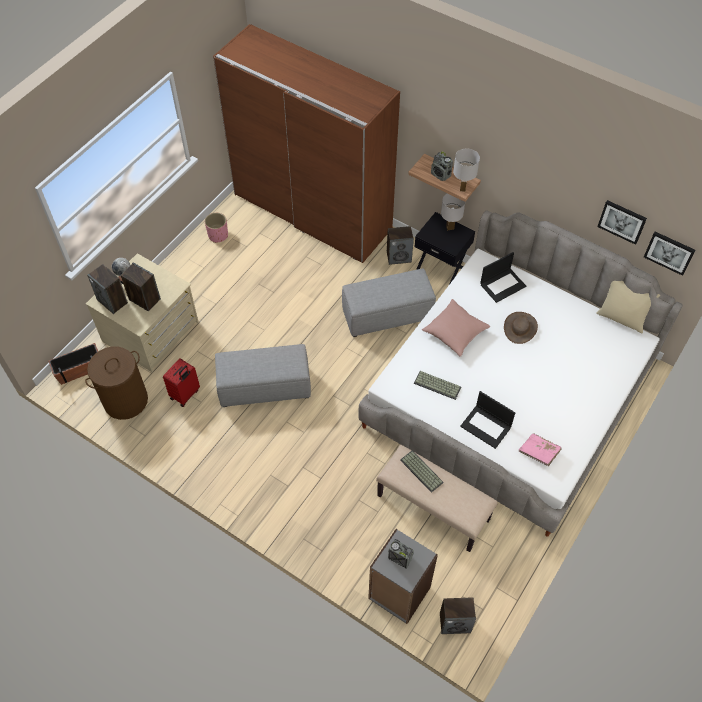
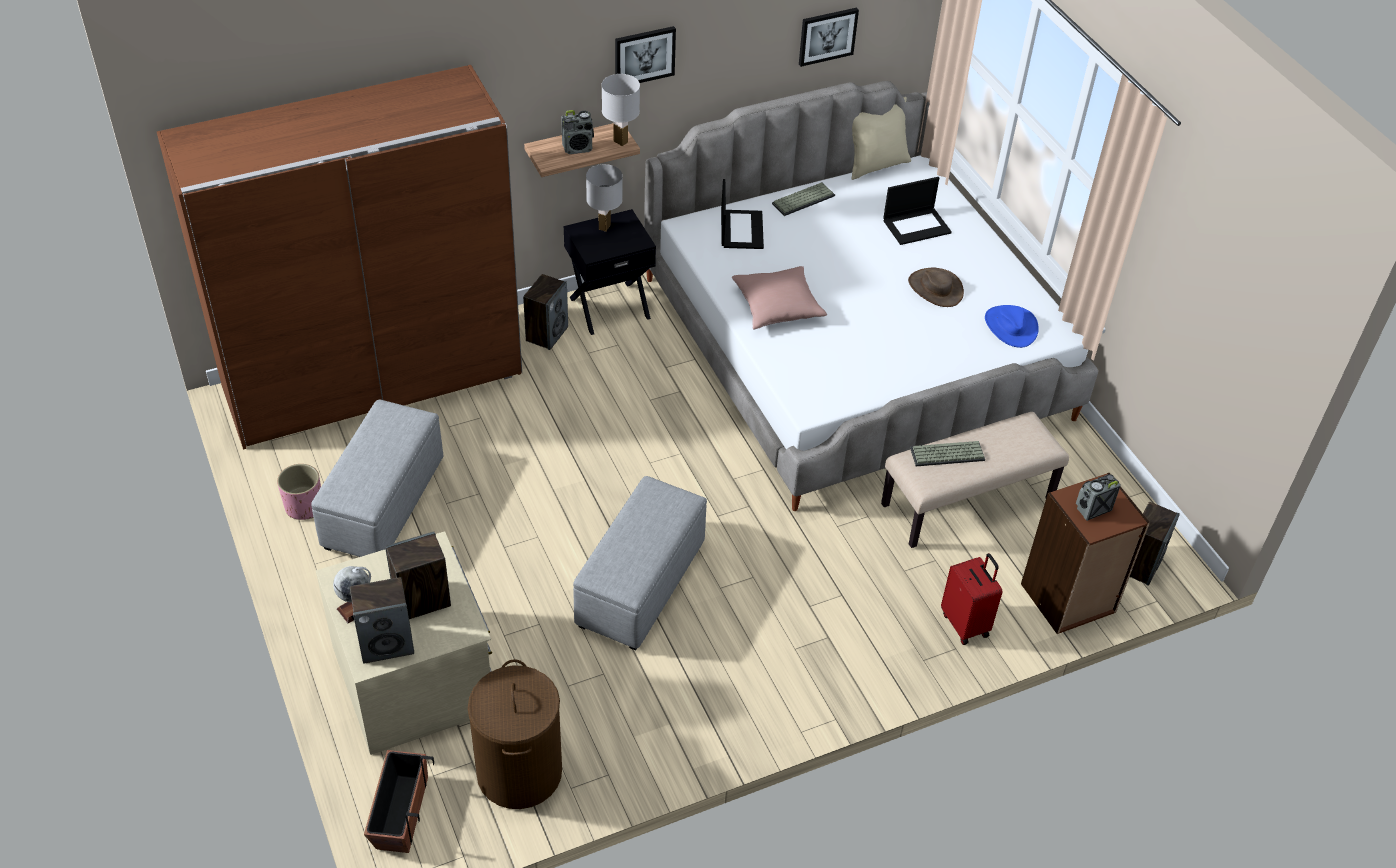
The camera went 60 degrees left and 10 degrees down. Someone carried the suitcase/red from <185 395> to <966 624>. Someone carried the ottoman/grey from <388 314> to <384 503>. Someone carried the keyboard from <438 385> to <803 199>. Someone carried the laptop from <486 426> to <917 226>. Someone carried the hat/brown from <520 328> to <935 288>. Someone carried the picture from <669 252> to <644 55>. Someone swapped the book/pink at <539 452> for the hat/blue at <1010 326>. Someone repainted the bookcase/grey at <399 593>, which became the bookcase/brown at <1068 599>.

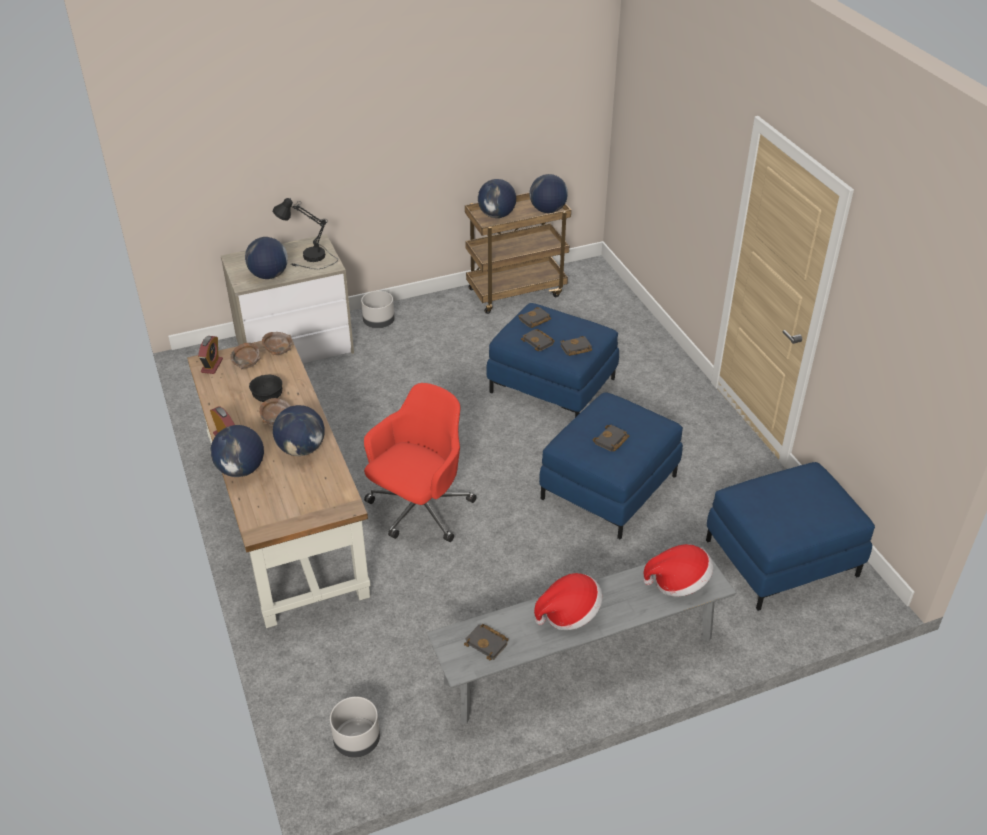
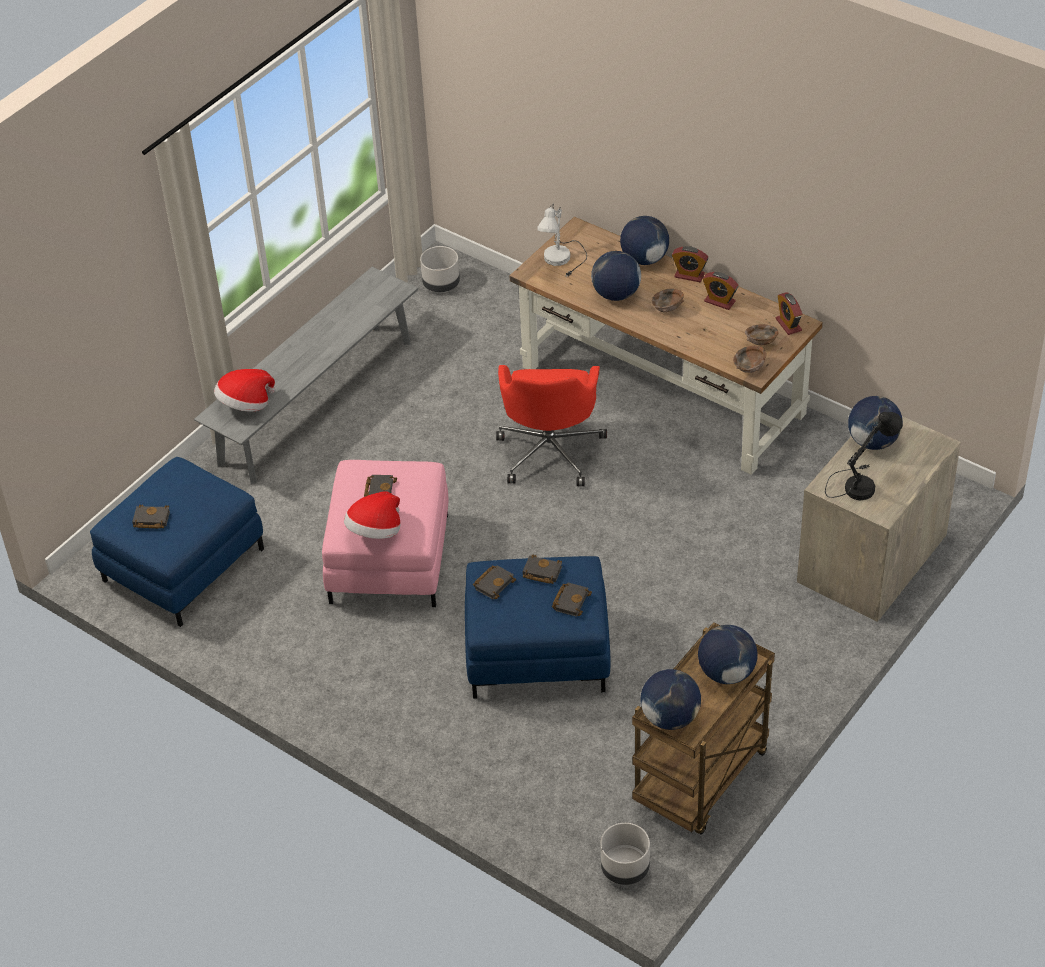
The camera went 150 degrees right and 5 degrees up. Someone took away the bowl/black at <268 396>. Someone put down the table lamp/white at <563 262>. Someone put down the alarm clock at <719 301>. Someone carried the planter/grey from <379 323> to <624 868>. Someone carried the book/black from <488 643> to <150 520>. Someone carried the hat from <569 613> to <375 532>. Someone repainted the ottoman/blue at <609 487>, which became the ottoman/pink at <389 558>.

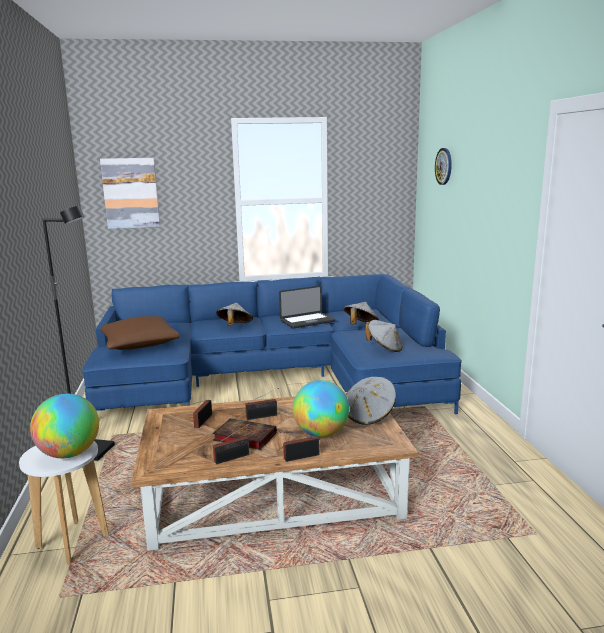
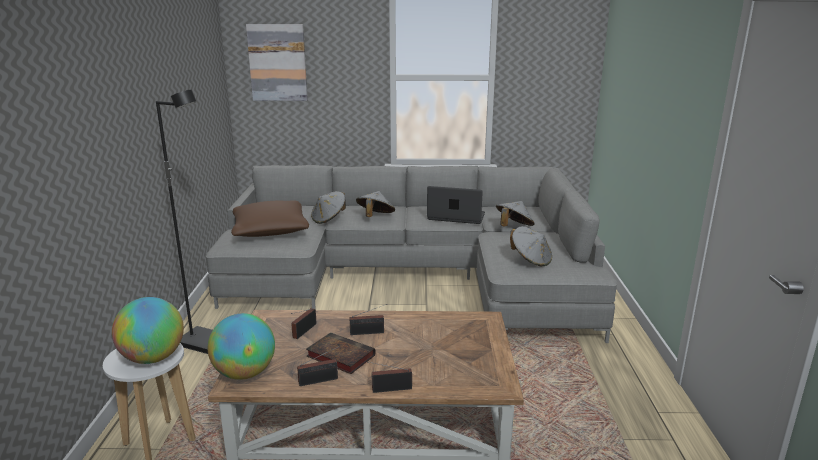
The camera went 10 degrees right and 5 degrees up. Someone took away the wall clock at <444 166>. Someone carried the globe from <321 434> to <245 373>. Someone carried the hat/grey from <369 415> to <329 219>. Someone repainted the sofa/blue at <275 378>, which became the sofa/grey at <415 276>. Someone rotated the laptop at <307 321> by 150 degrees counterclockwise.

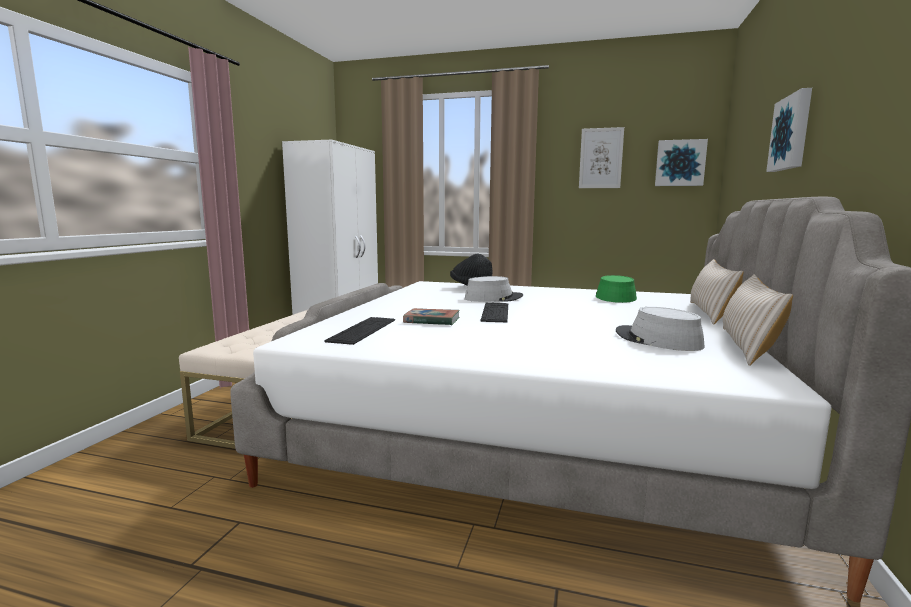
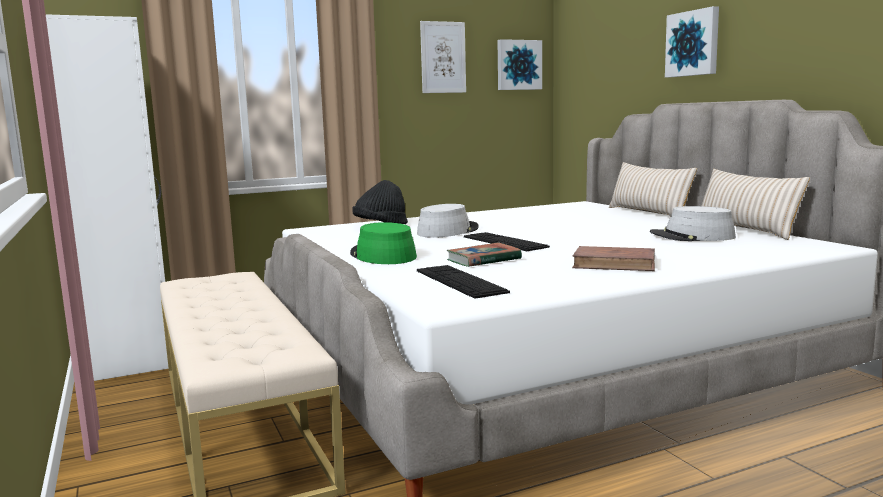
The camera went 40 degrees left and 0 degrees up. Someone put down the book/brown at <614 264>. Someone carried the hat/green from <614 297> to <382 255>.

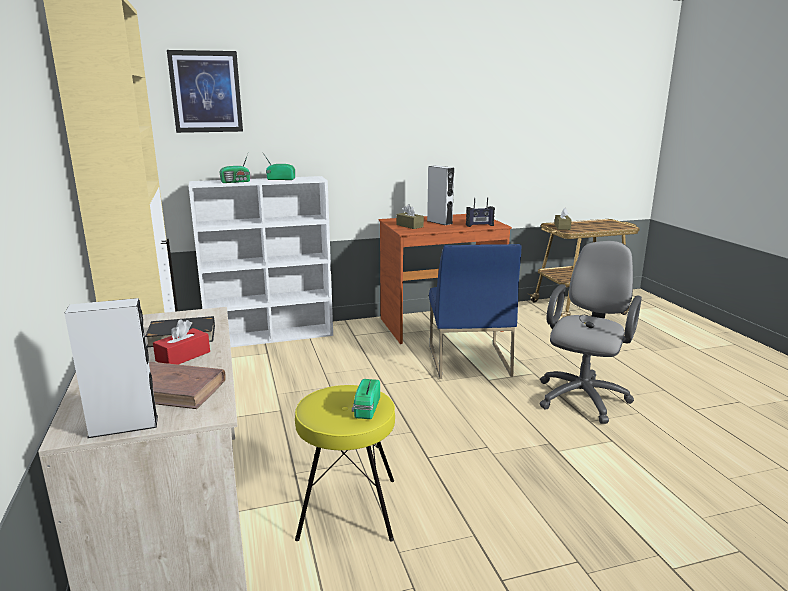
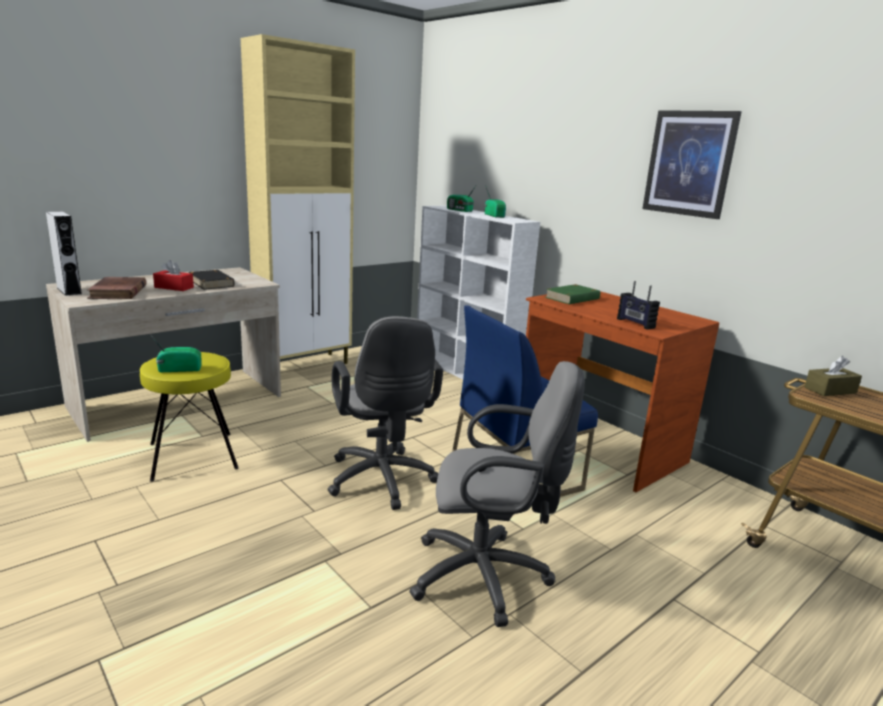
The camera went 65 degrees right and 0 degrees up. Someone took away the speaker/grey at <439 222>. Someone put down the office chair/grey at <382 482>. Someone carried the picture from <206 92> to <689 163>. Someone swapped the tissue box/brown at <409 226> for the book/green at <572 298>.

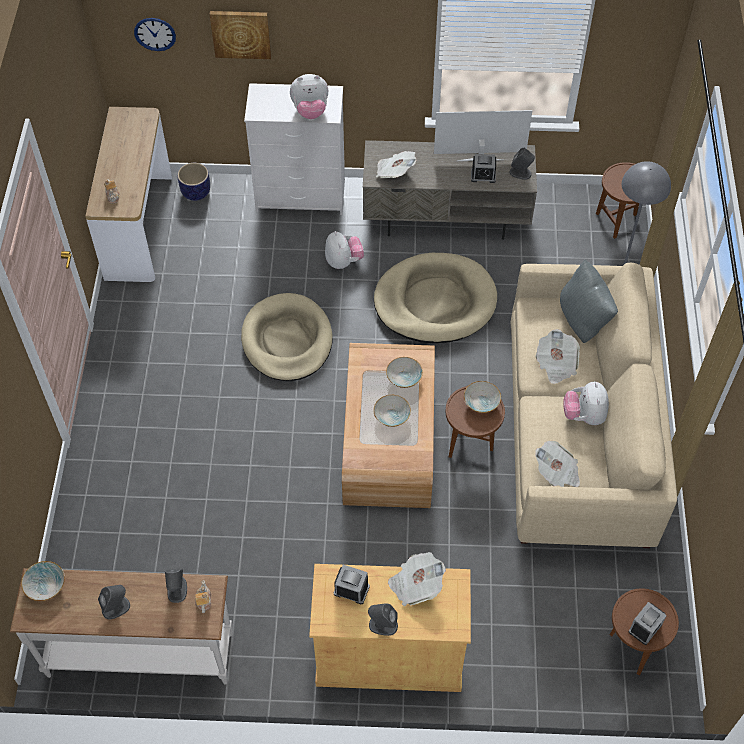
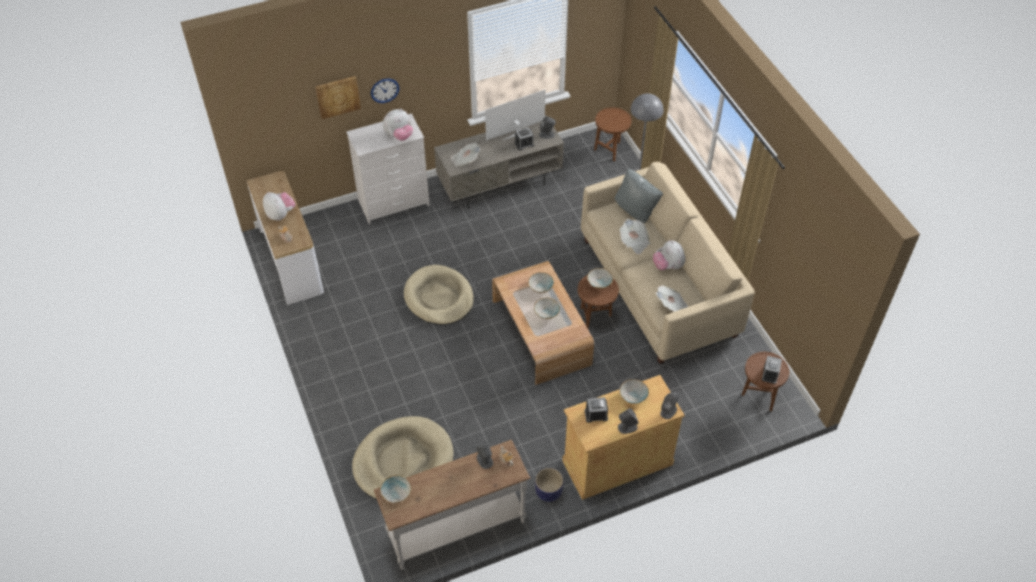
The camera went 25 degrees left and 5 degrees down. Someone carried the speaker/grey from <116 607> to <668 411>. Someone carried the wall clock from <155 34> to <384 90>. Someone carried the planter from <195 193> to <548 492>. Someone carried the plush toy from <343 261> to <281 214>. Someone carried the dog bed/beige from <435 302> to <403 462>. Someone swapped the newspaper at <415 585> for the bowl at <633 396>.

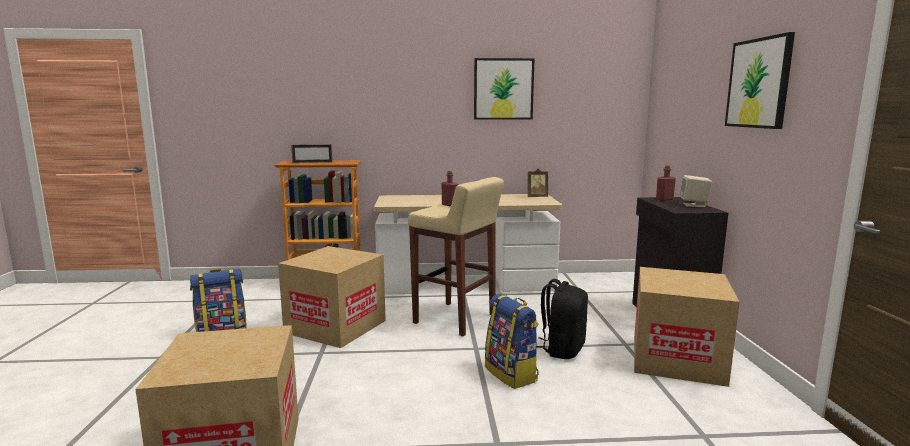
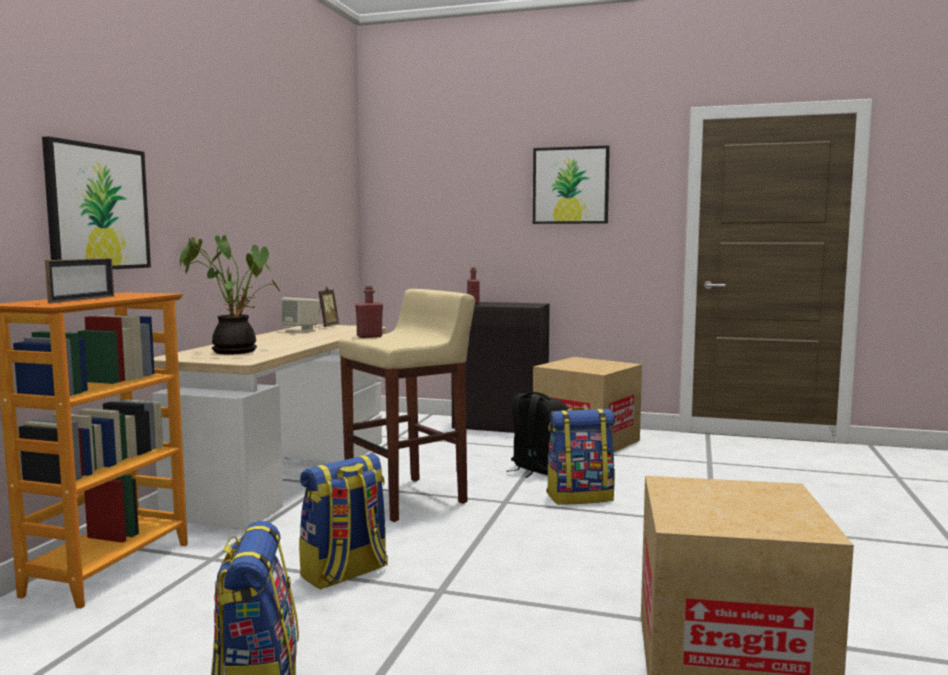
The camera went 70 degrees left and 5 degrees down. Someone put down the potted plant at <235 351>. Someone carried the picture from <503 89> to <97 207>. Someone carried the speaker/beige from <694 205> to <301 331>. Someone swapped the cardboard box at <335 326> for the backpack at <345 573>.

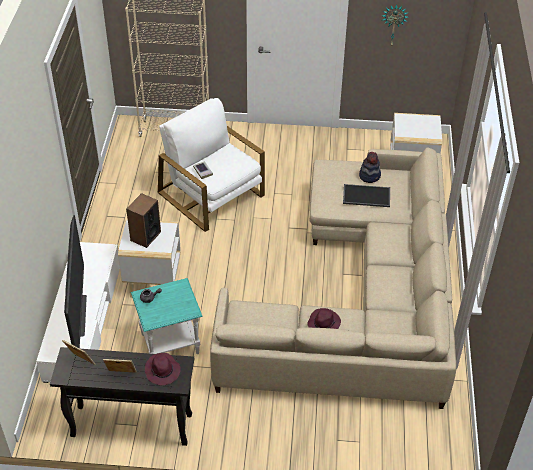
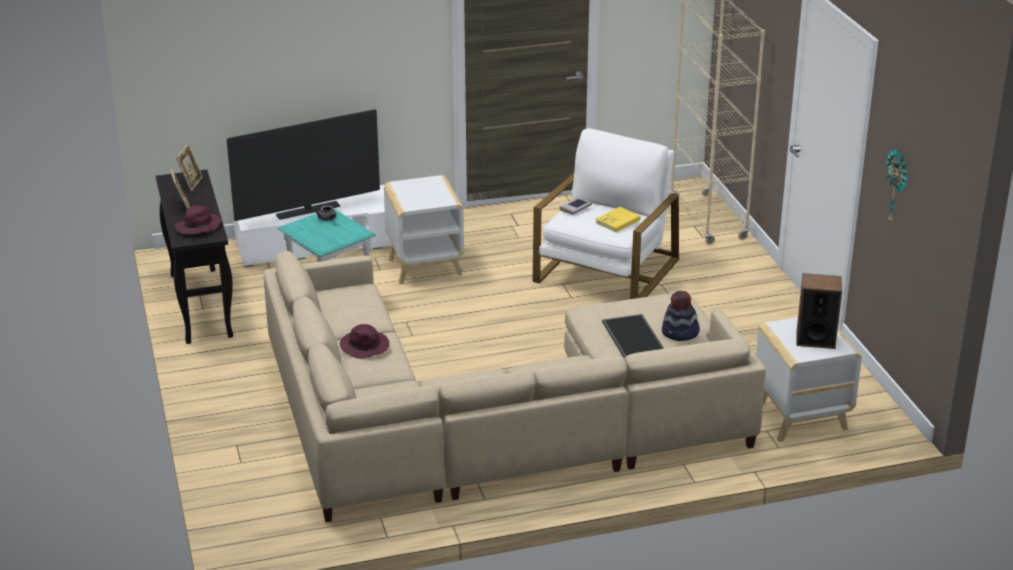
The camera went 70 degrees right and 15 degrees down. Someone put down the book/yellow at <617 221>. Someone carried the speaker from <145 236> to <815 339>.

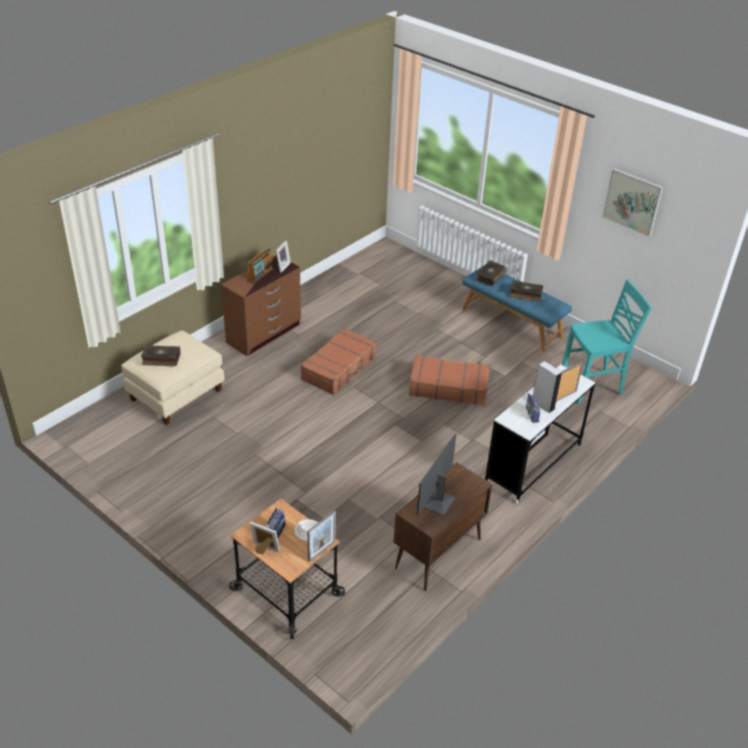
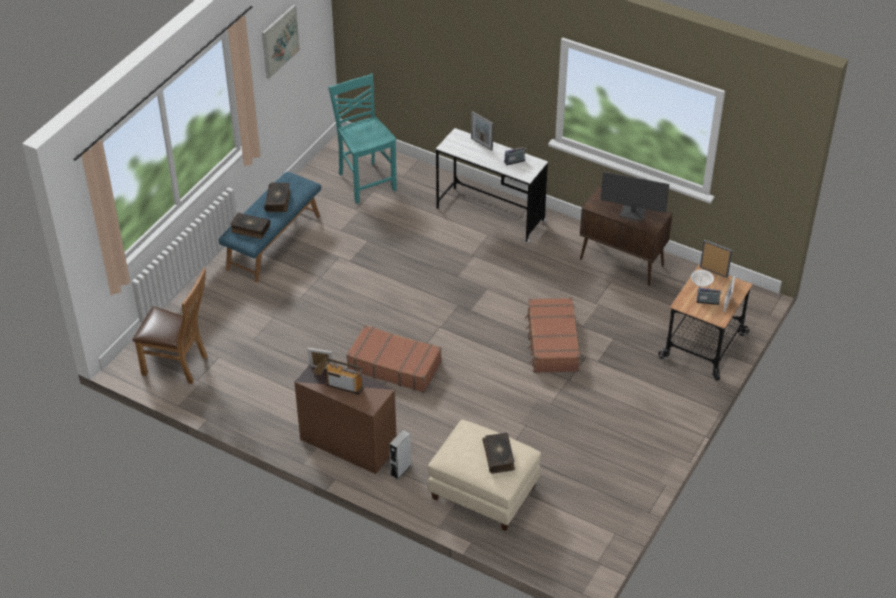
The camera went 100 degrees left and 5 degrees up. Someone put down the chair/brown at <179 365>. Someone carried the suitcase/brown from <448 387> to <552 342>. Someone carried the speaker/grey from <543 405> to <400 469>.

